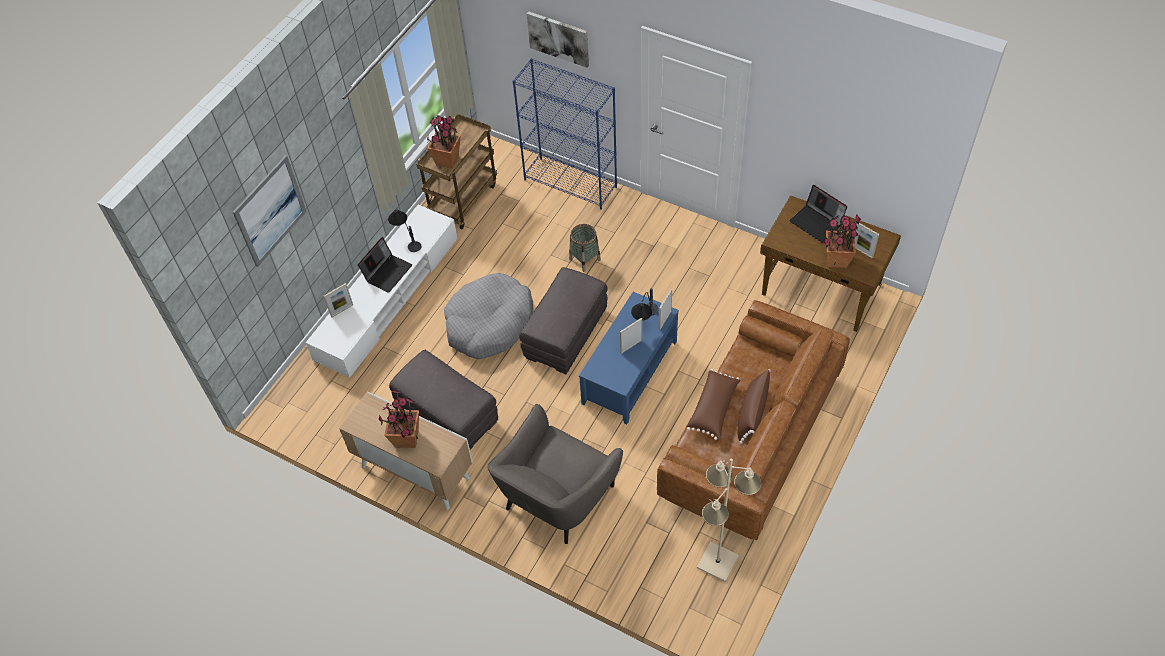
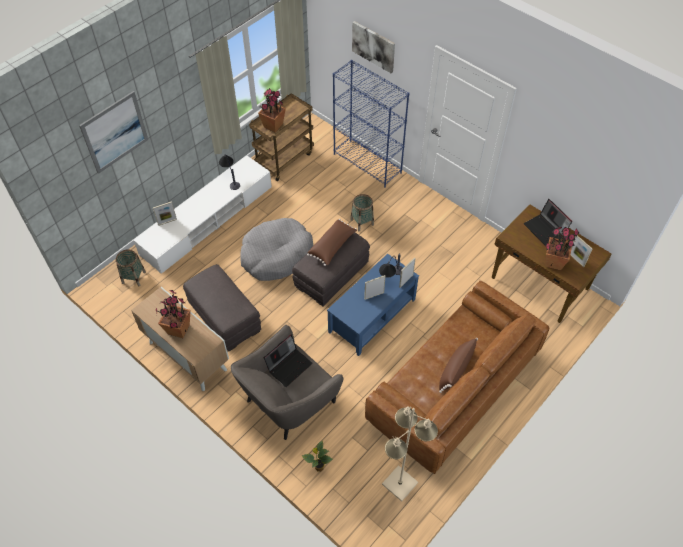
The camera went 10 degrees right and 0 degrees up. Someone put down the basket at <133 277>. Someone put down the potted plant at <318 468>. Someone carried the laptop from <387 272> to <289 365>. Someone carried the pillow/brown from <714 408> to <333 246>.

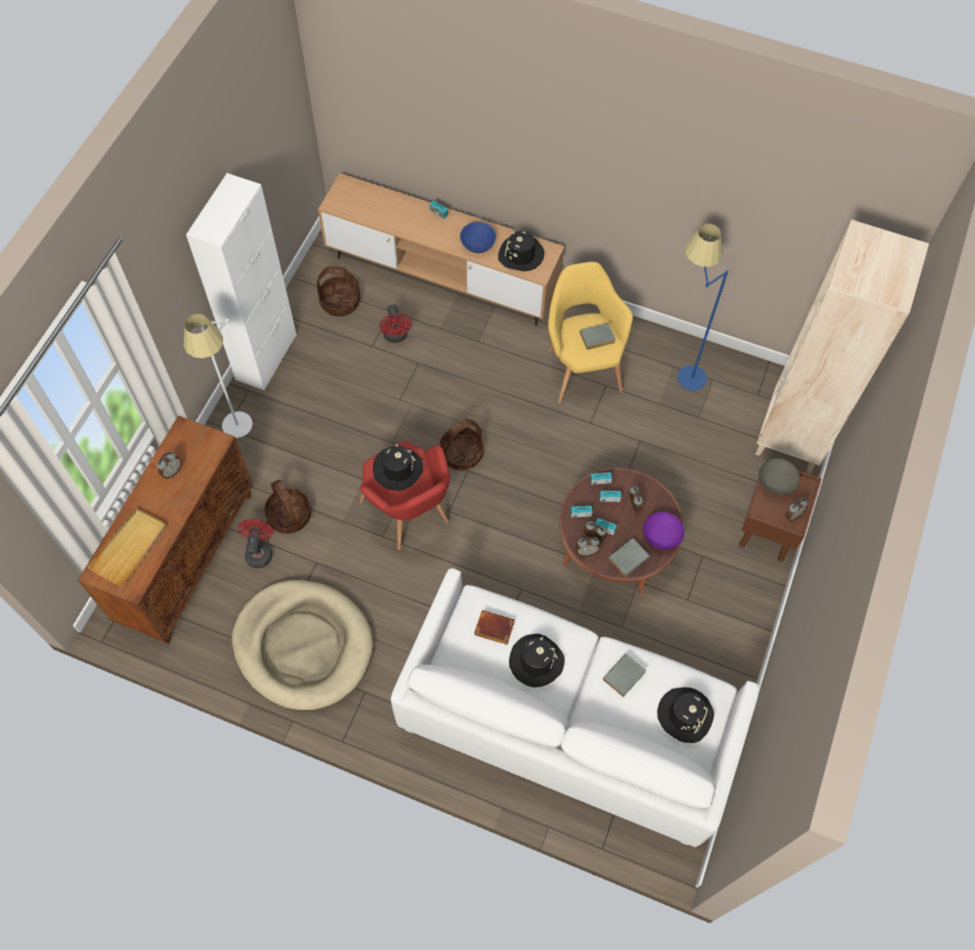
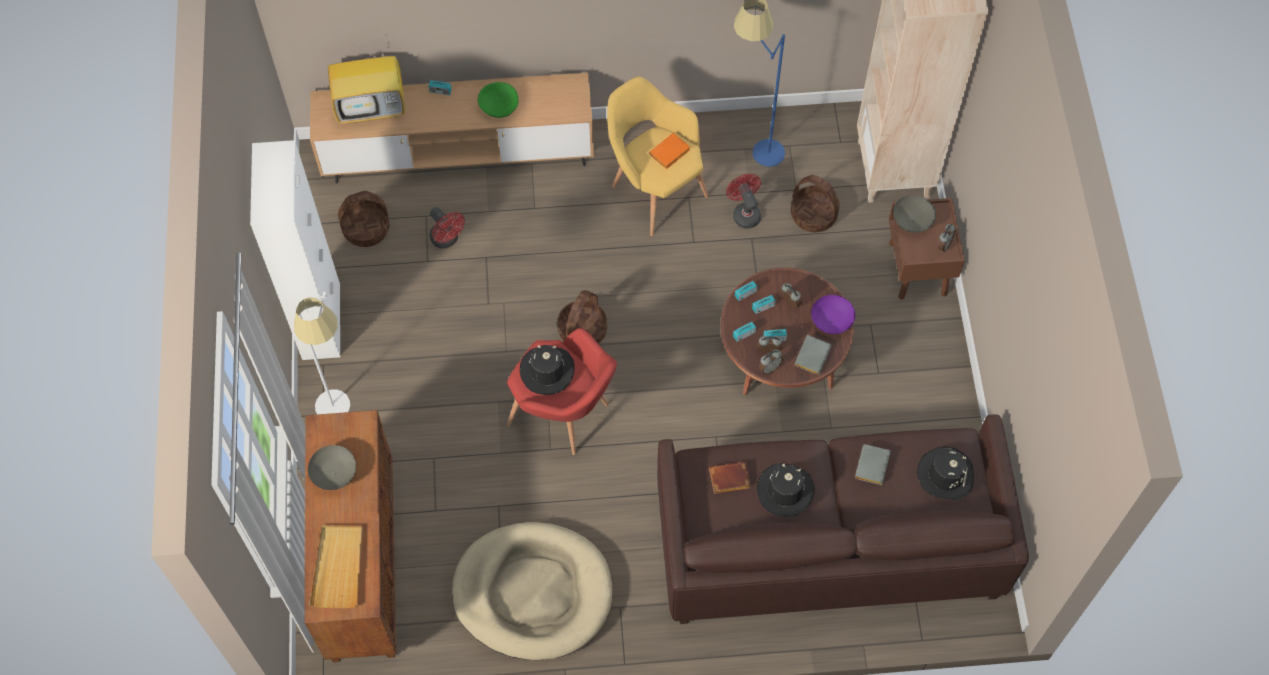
The camera went 25 degrees left and 0 degrees up. Someone took away the hat/black at <521 255>. Someone put down the television at <372 107>. Someone carried the fan/red from <259 551> to <744 213>. Someone carried the basket from <289 515> to <813 215>. Someone swapped the alarm clock at <172 471> for the bowl/grey at <334 473>. Someone repainted the sofa/white at <566 722>, which became the sofa/brown at <827 541>. Someone repainted the bowl/blue at <477 243>, which became the bowl/green at <499 106>. Someone repainted the book/grey at <596 339>, which became the book/orange at <669 154>.

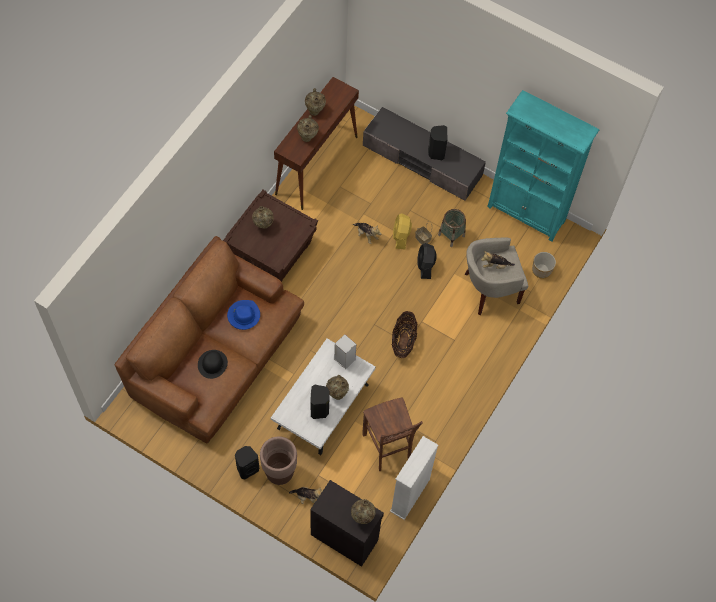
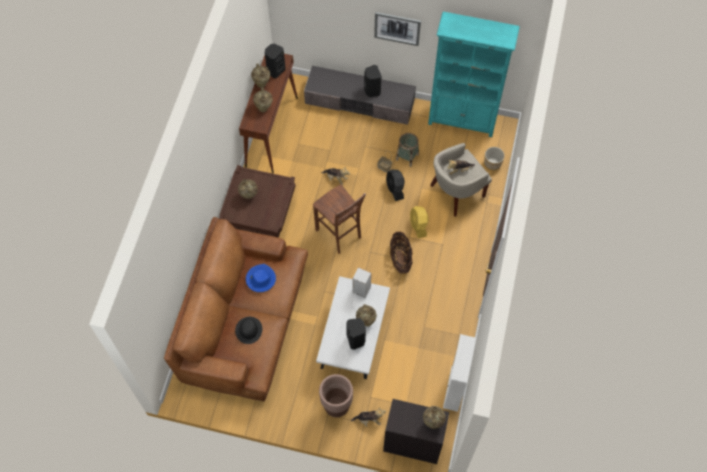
The camera went 15 degrees left and 0 degrees up. Someone put up the picture at <397 28>. Someone carried the speaker/black from <247 468> to <275 70>. Someone carried the stool/brown from <387 448> to <339 234>. Someone carried the fan/yellow from <401 236> to <418 225>.

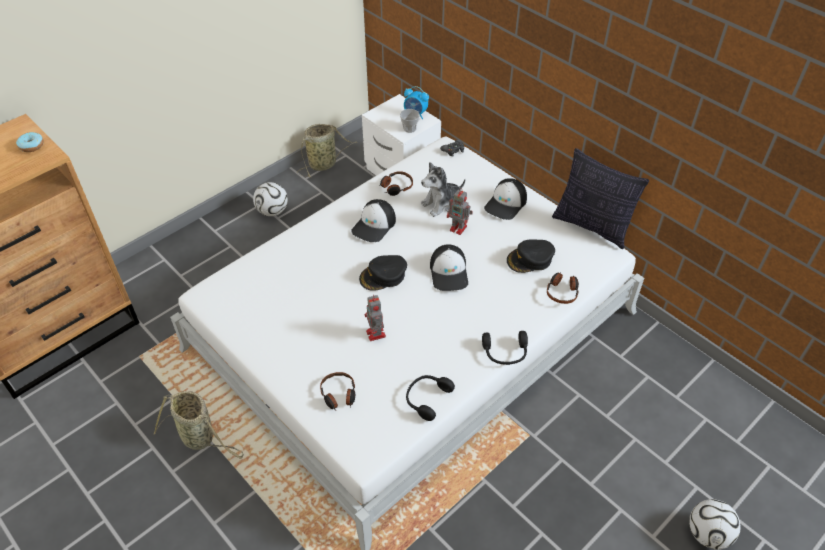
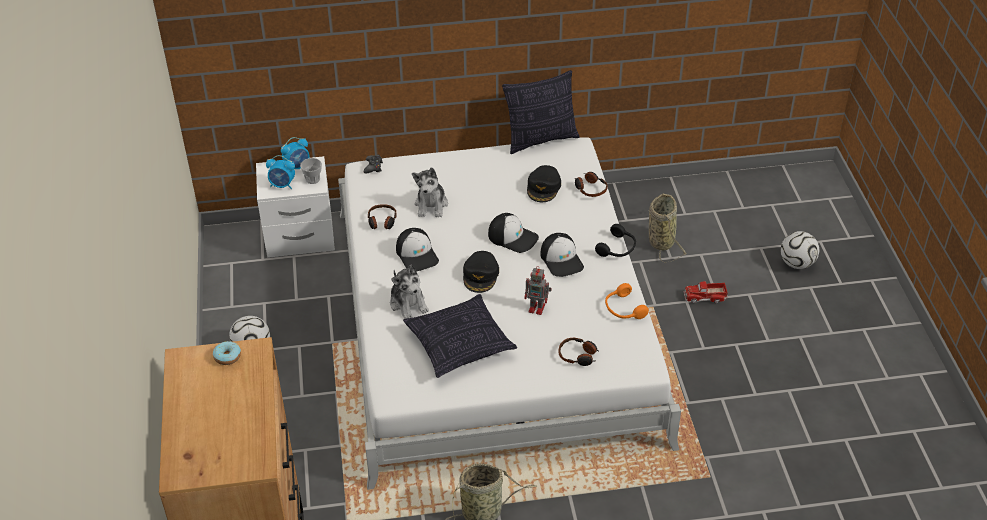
The camera went 55 degrees left and 5 degrees down. Someone took away the toy robot at <459 228>. Someone put down the alarm clock at <282 185>. Someone put down the plush toy at <408 303>. Someone put down the pillow at <460 345>. Someone put down the toy truck at <705 296>. Someone carried the basket from <324 163> to <660 240>. Someone carried the cap from <506 204> to <562 259>. Someone repainted the headphones/black at <426 398>, which became the headphones/orange at <623 309>.

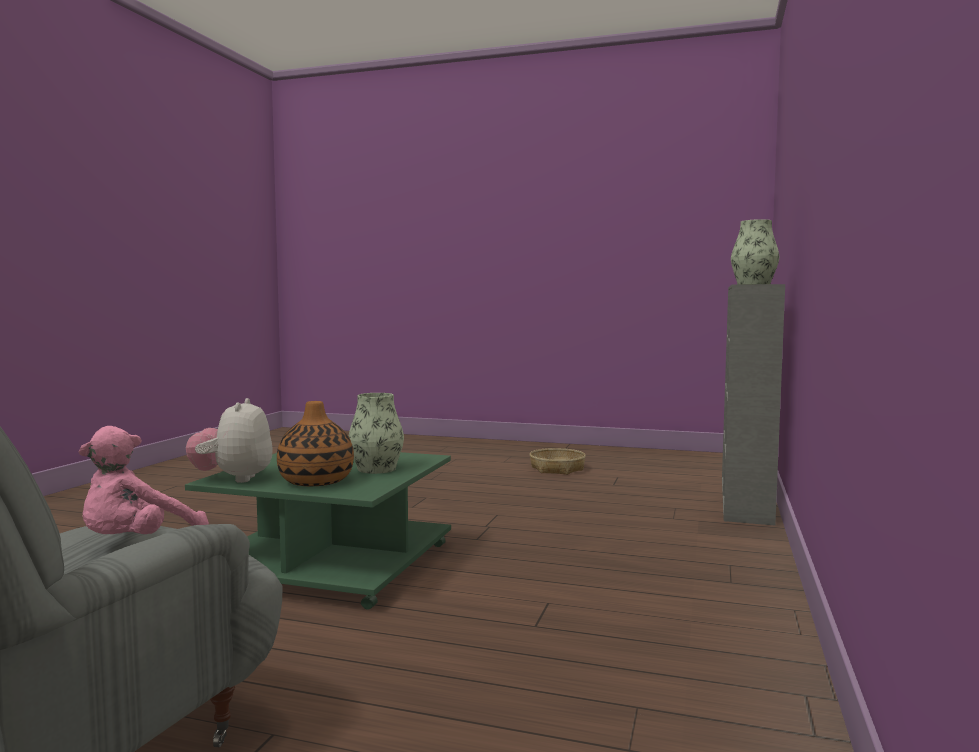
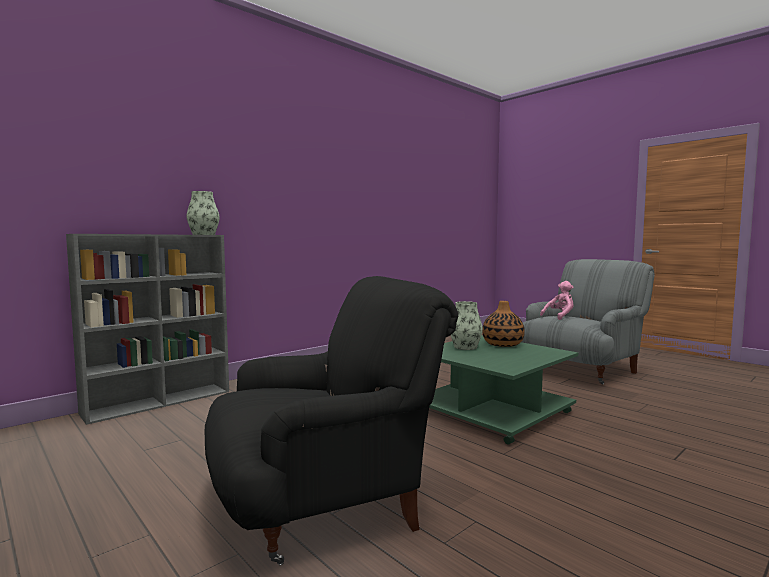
The camera went 150 degrees left and 0 degrees up. Someone took away the plush toy at <233 479>. Someone took away the basket at <557 469>. Someone put down the armchair/black at <324 502>.

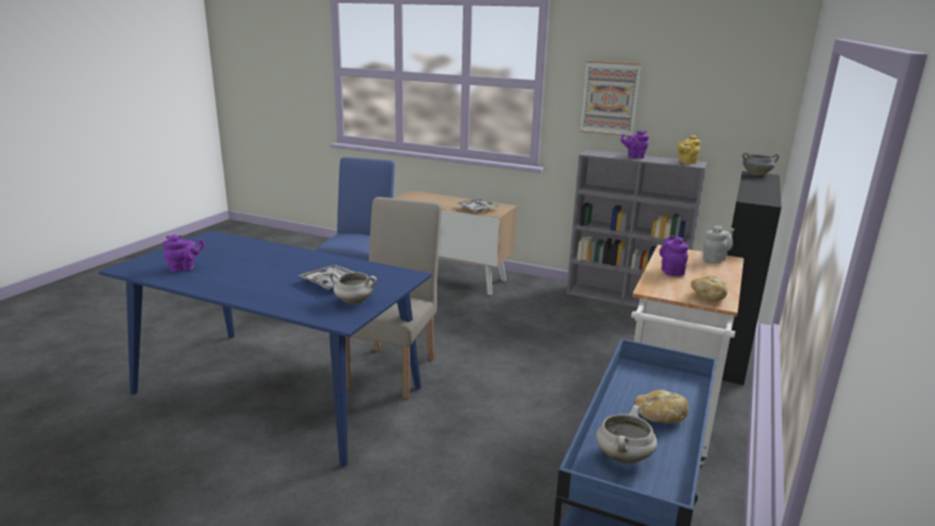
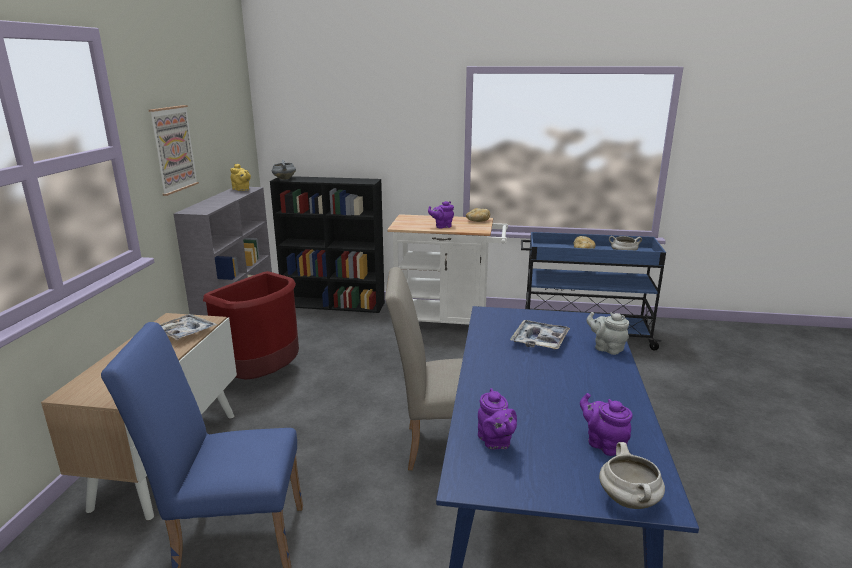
The camera went 105 degrees left and 0 degrees up. Someone put down the trash can/red at <263 375>. Someone carried the cooking pot/white from <353 302> to <629 501>. Someone carried the teapot/purple from <634 157> to <495 442>. Someone carried the teapot/grey from <715 259> to <606 348>.

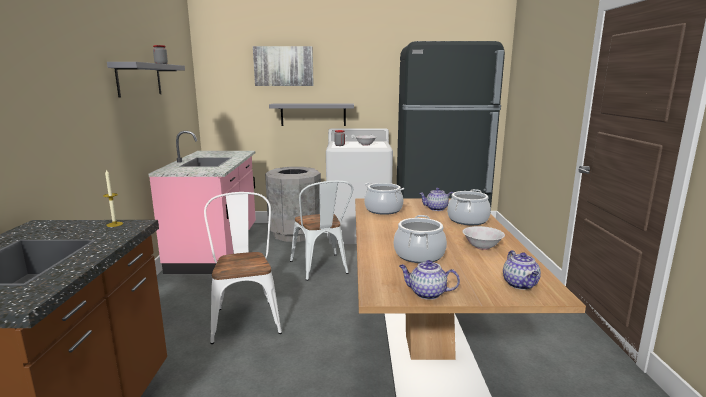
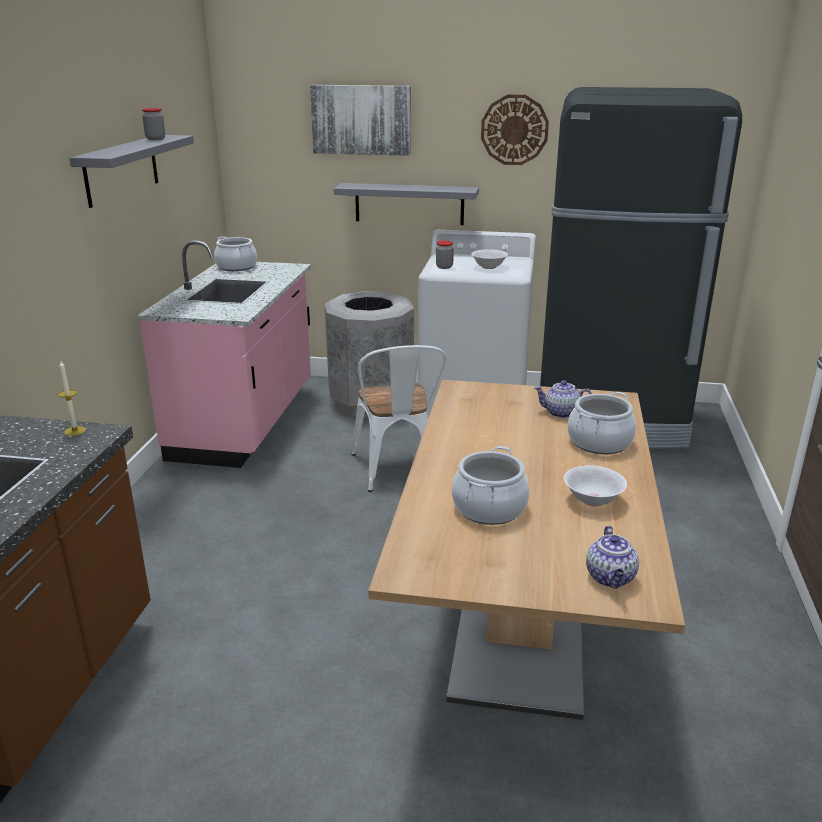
The camera went 10 degrees right and 10 degrees up. Someone took away the chair/white at <245 317>. Someone took away the teapot at <426 293>. Someone put up the wall clock at <514 130>. Someone carried the cooking pot from <383 210> to <236 267>.

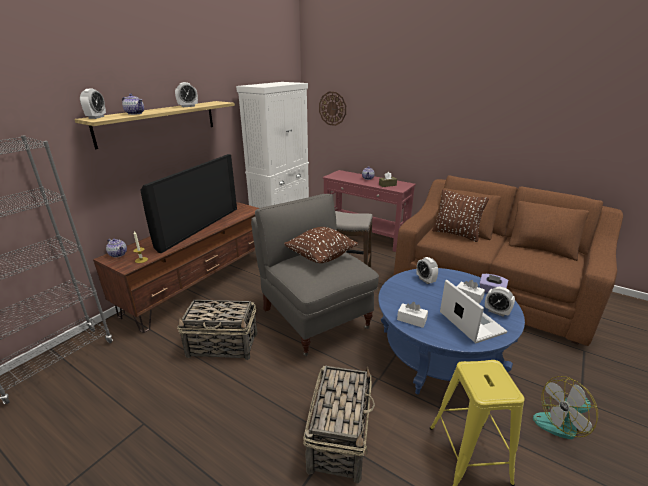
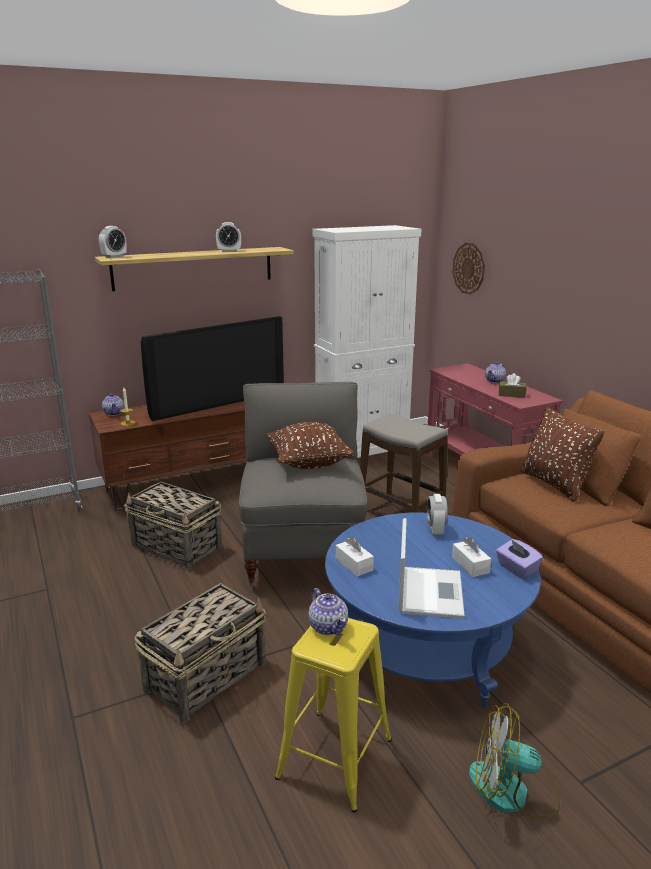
The camera went 30 degrees right and 5 degrees down. Someone took away the alarm clock at <496 312>. Someone carried the teapot from <135 113> to <328 626>.

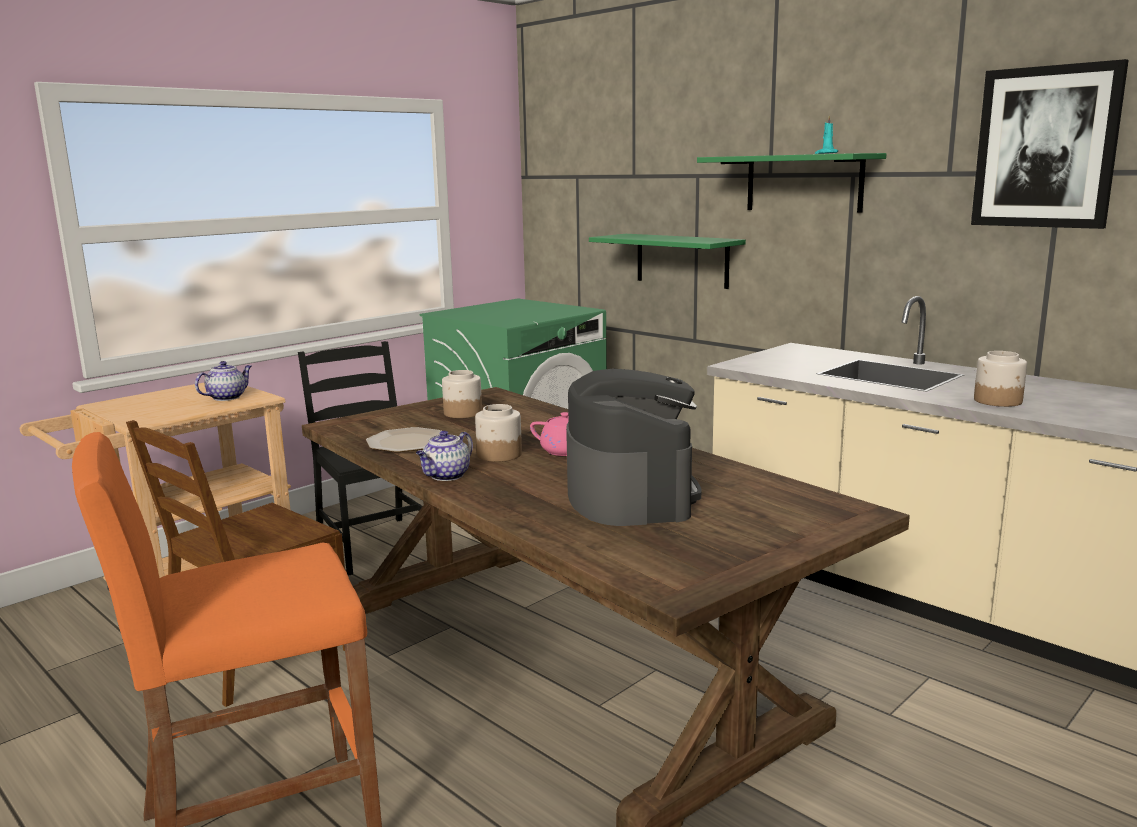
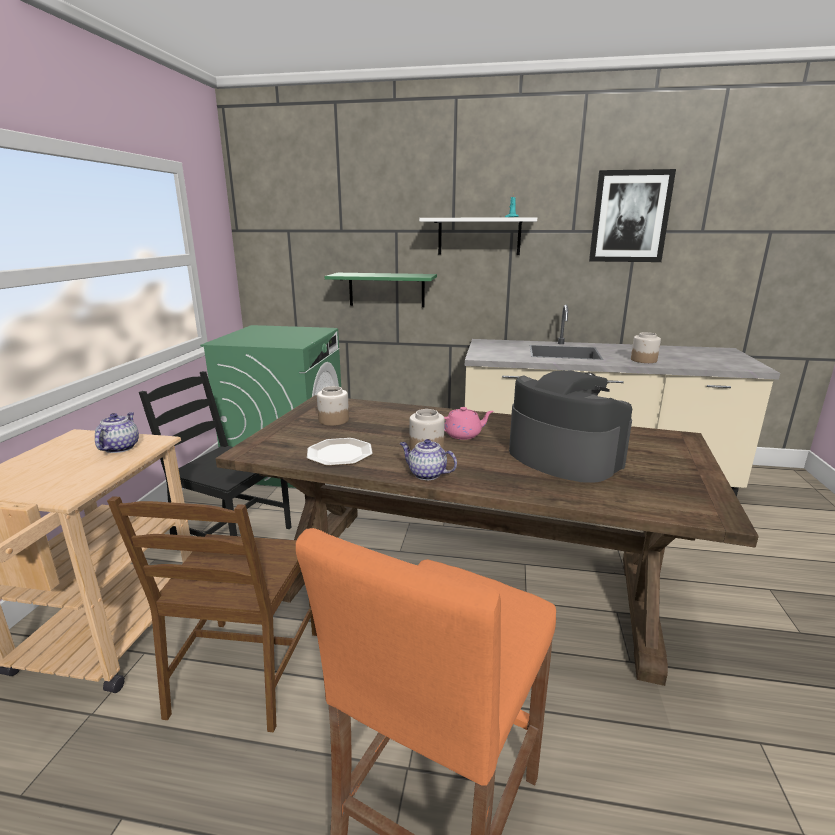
The camera went 35 degrees left and 5 degrees up. Someone repainted the shelf/green at <803 183>, which became the shelf/white at <479 236>. Someone rotated the teapot at <446 476> by 120 degrees clockwise.

